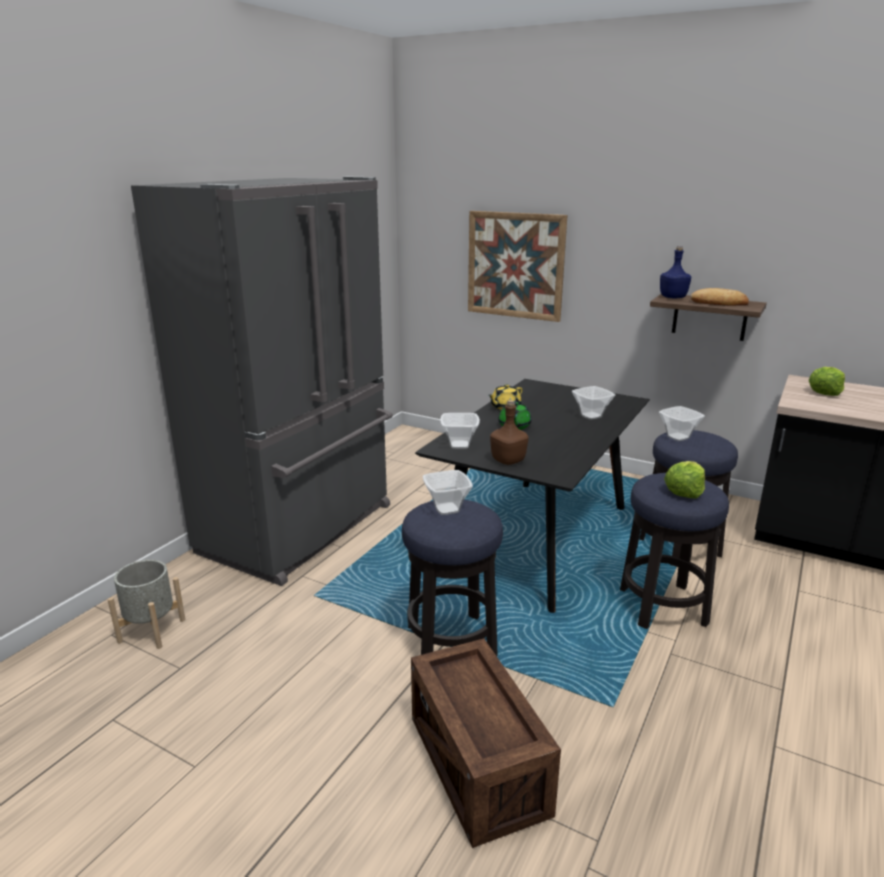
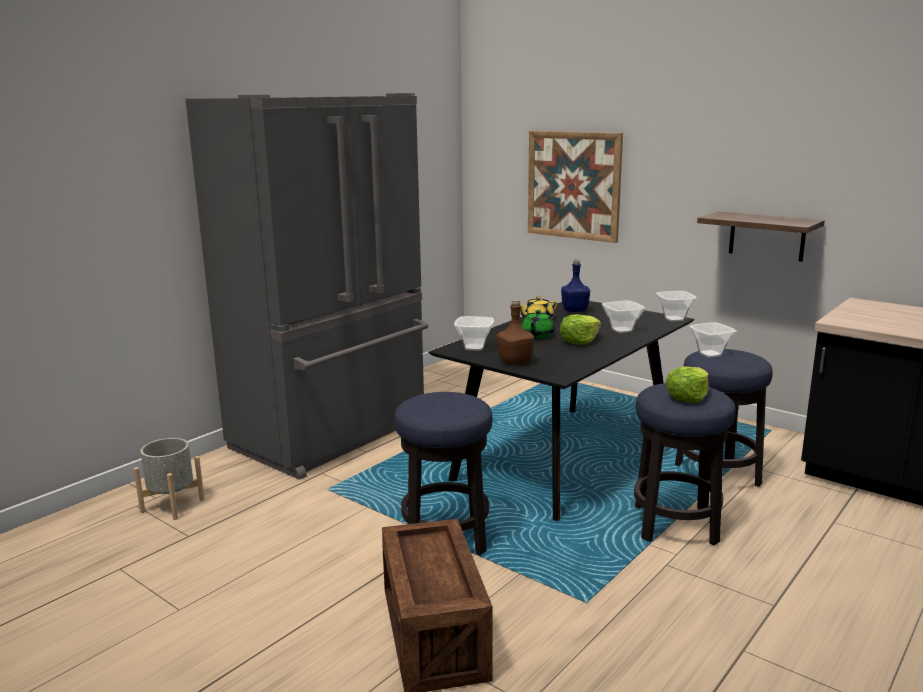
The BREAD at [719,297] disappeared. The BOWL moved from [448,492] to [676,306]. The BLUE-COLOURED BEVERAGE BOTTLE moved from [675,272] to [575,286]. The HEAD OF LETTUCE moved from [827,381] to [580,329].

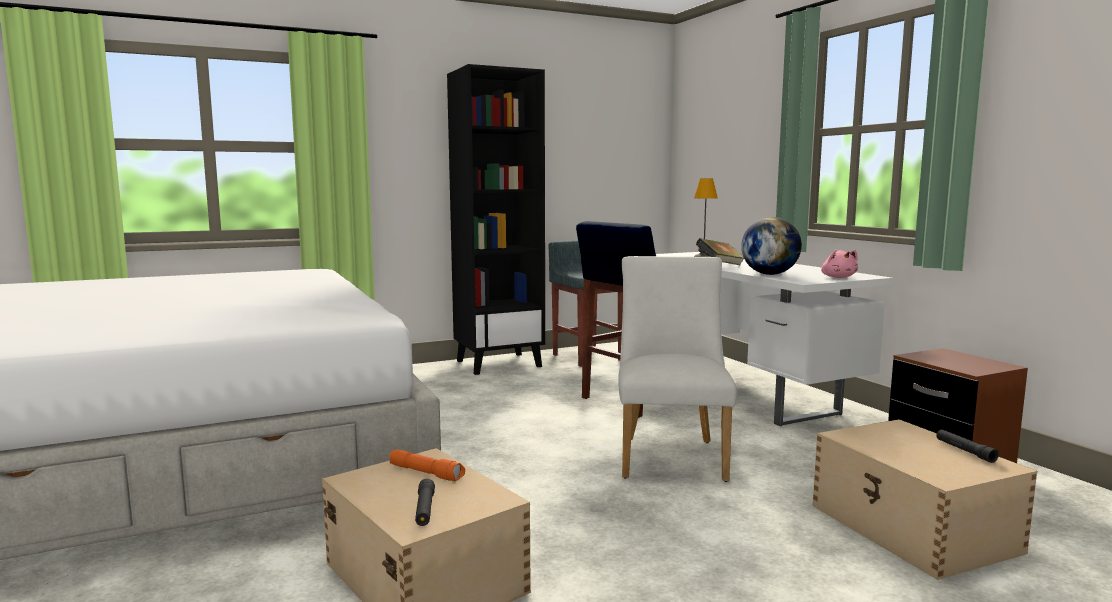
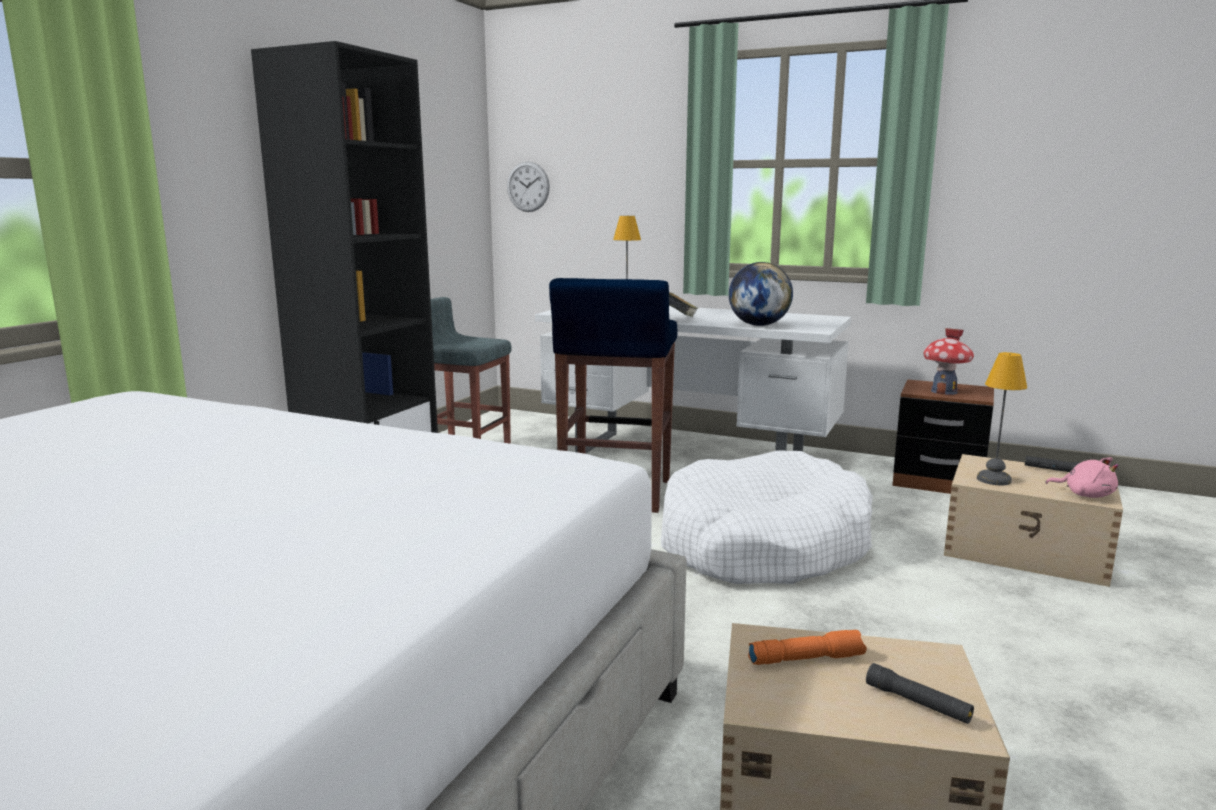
The CLOCK ON THE WALL at [528,186] appeared. The TOY HOUSE at [948,361] appeared. The TABLE LAMP at [1002,418] appeared. The PINK-COLOURED CUDDLY TOY moved from [839,263] to [1082,477]. The WHITE-COLOURED PLAIN CHAIR at [677,369] was replaced by the WHITE-COLOURED PET BED at [767,517].

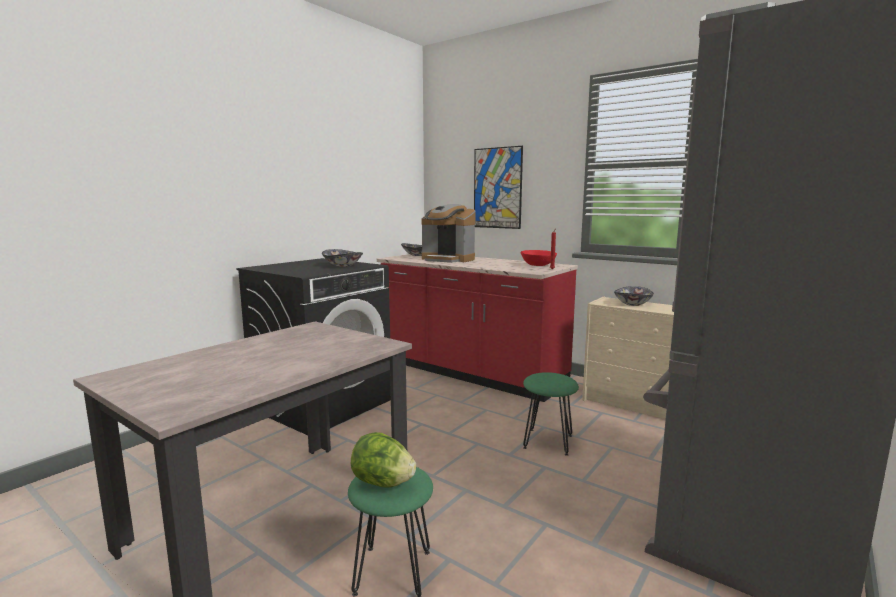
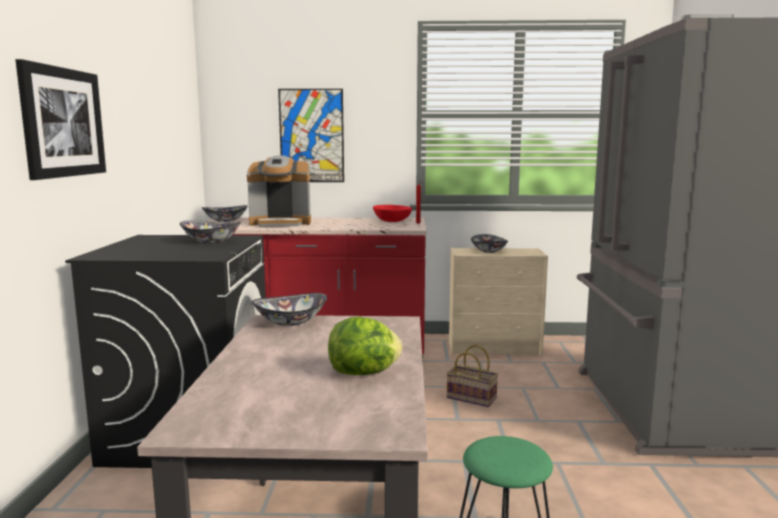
The WALL ART at [61,119] appeared. The BOWL at [289,309] appeared. The HEAD OF LETTUCE moved from [383,460] to [365,346]. The GREENISH SITTING STOOL at [551,414] was replaced by the STORAGE BASKET at [472,376].

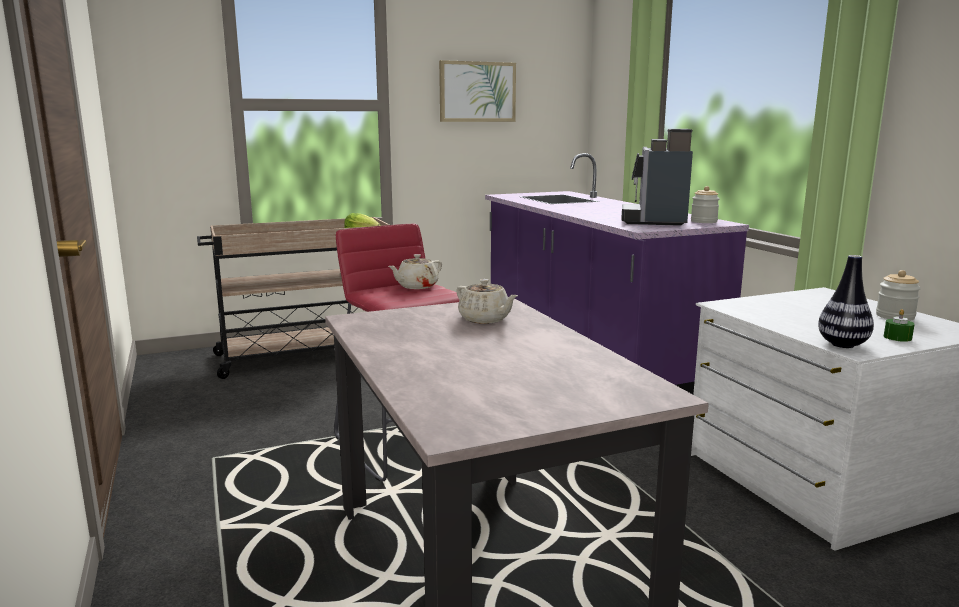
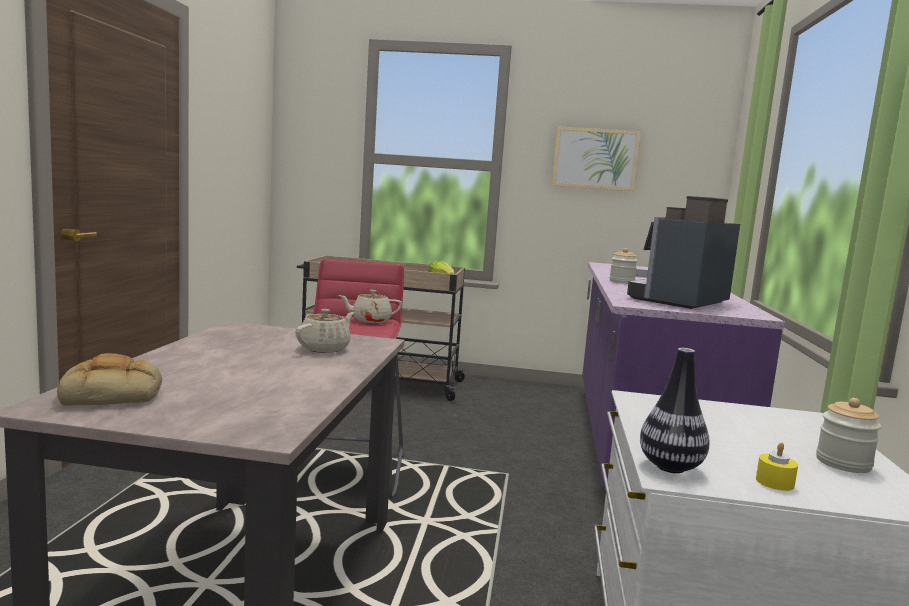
The BREAD at [109,379] appeared. The PRESERVE JAR moved from [705,204] to [623,266]. The GREENISH CANDLE at [899,325] became the YELLOW CANDLE at [777,466]. The BEIGE-COLOURED TEAPOT at [487,301] turned 135 degrees counterclockwise.

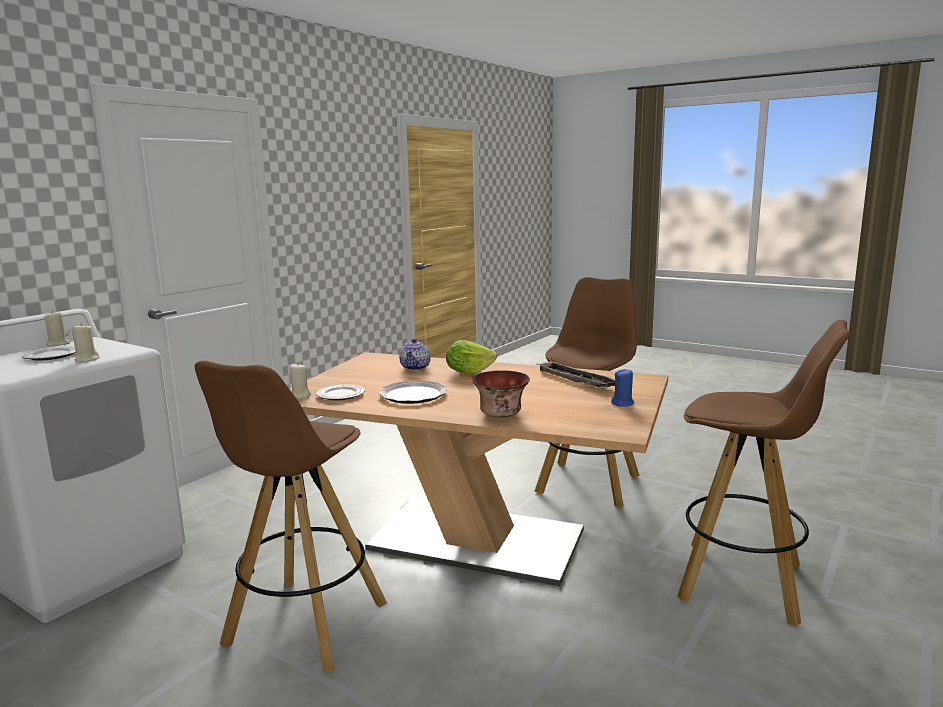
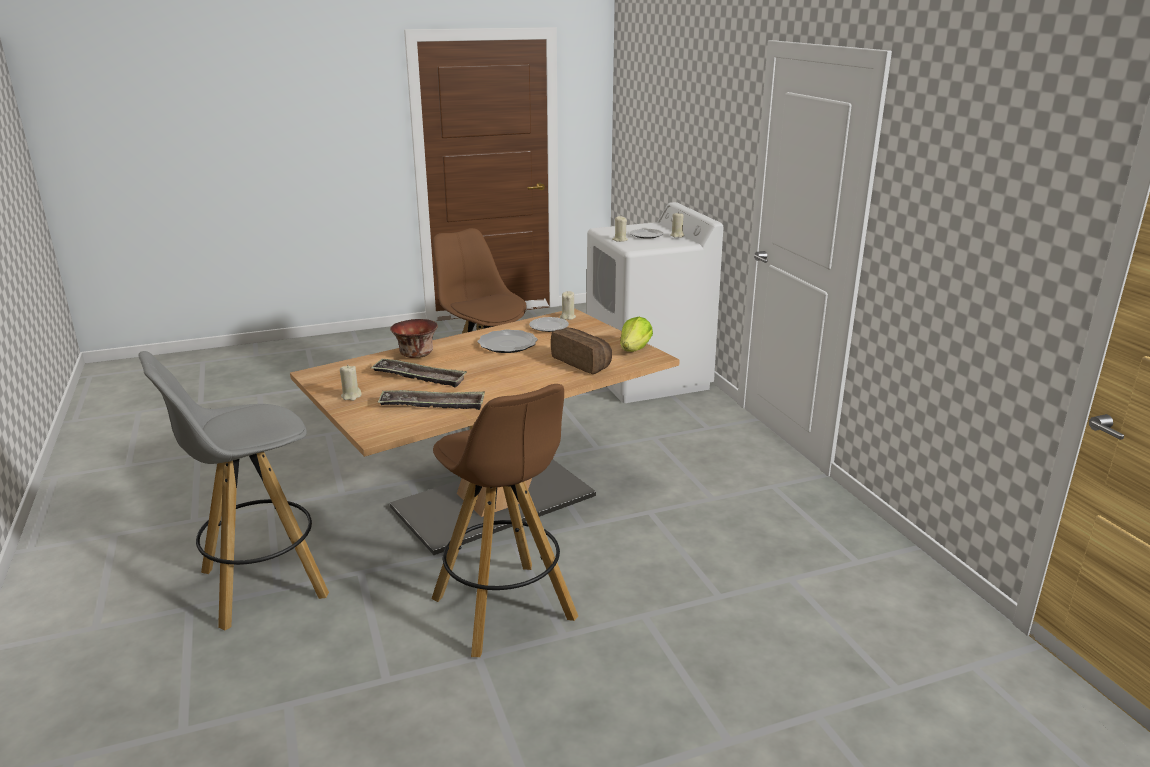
The TRAY at [418,372] appeared. The HEAD OF LETTUCE moved from [471,357] to [636,334]. The TEAPOT at [415,354] was replaced by the BREAD at [581,351]. The BLUE-COLOURED CANDLE at [622,387] became the BEIGE-COLOURED CANDLE at [351,383]. The BROWNISH SITTING STOOL at [764,473] became the GRAY SITTING STOOL at [233,490].

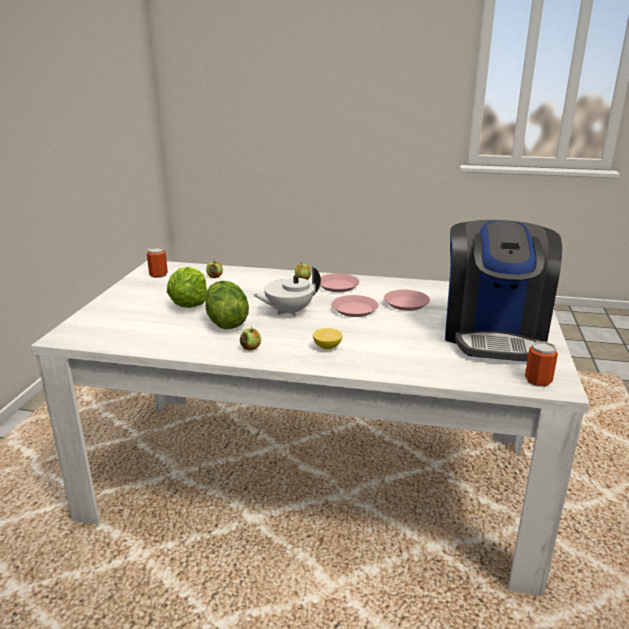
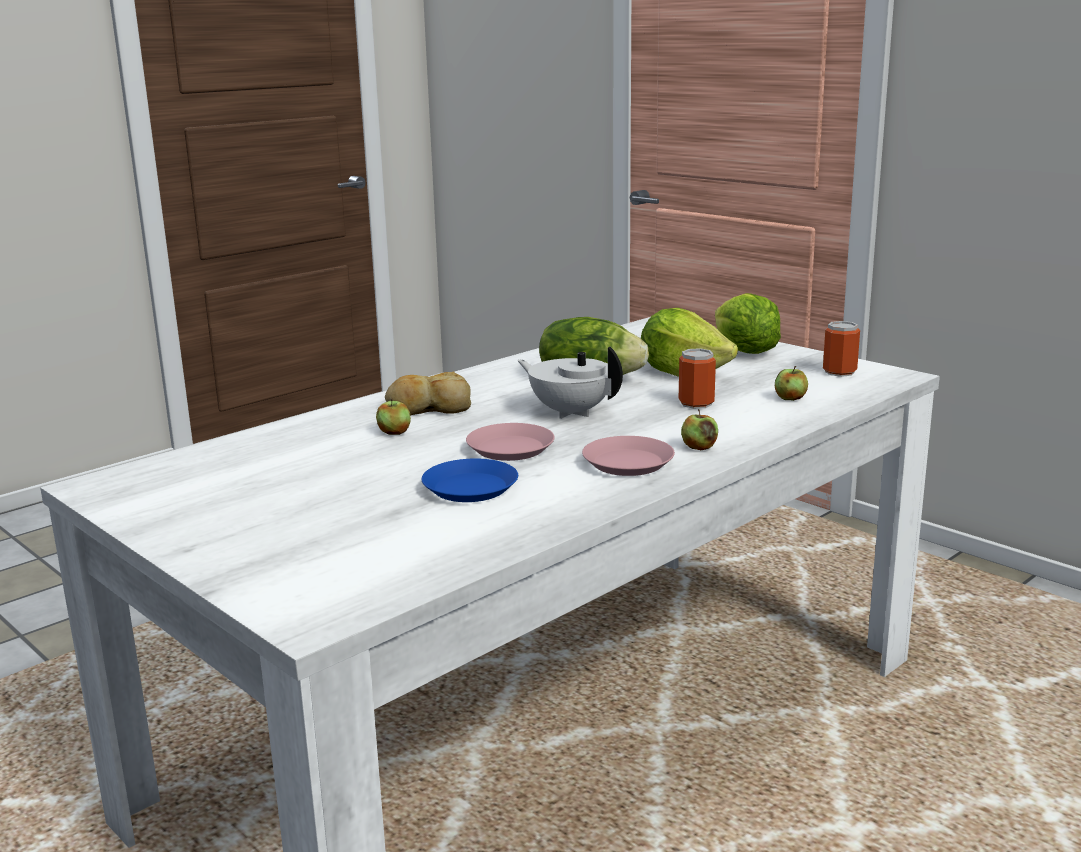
The COFFEE BREWER at [503,290] disappeared. The HEAD OF LETTUCE at [748,323] appeared. The APPLE moved from [250,338] to [393,416]. The SEALED CAN moved from [541,364] to [697,378]. The WHOLE LEMON at [328,338] was replaced by the BREAD at [428,393]. The PINK-COLOURED DINNER PLATE at [407,300] became the BLUE-COLOURED DINNER PLATE at [470,480]. The WHITE-COLOURED TEAPOT at [287,291] turned 60 degrees counterclockwise.

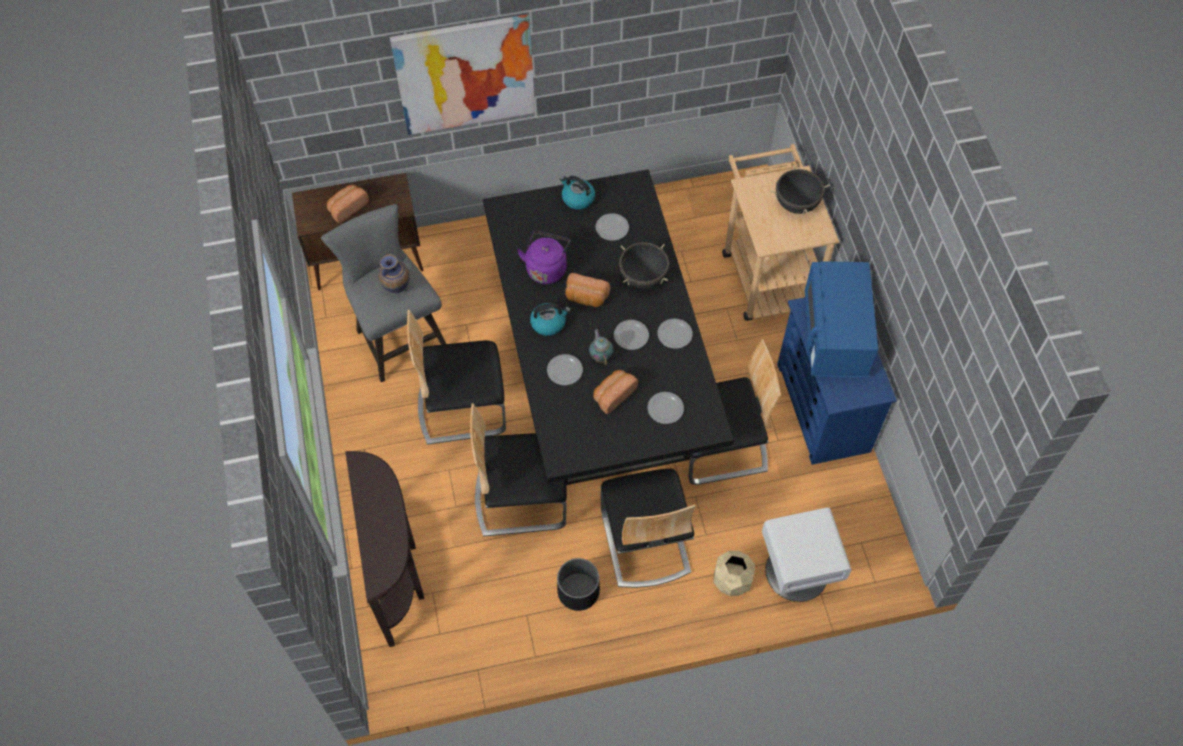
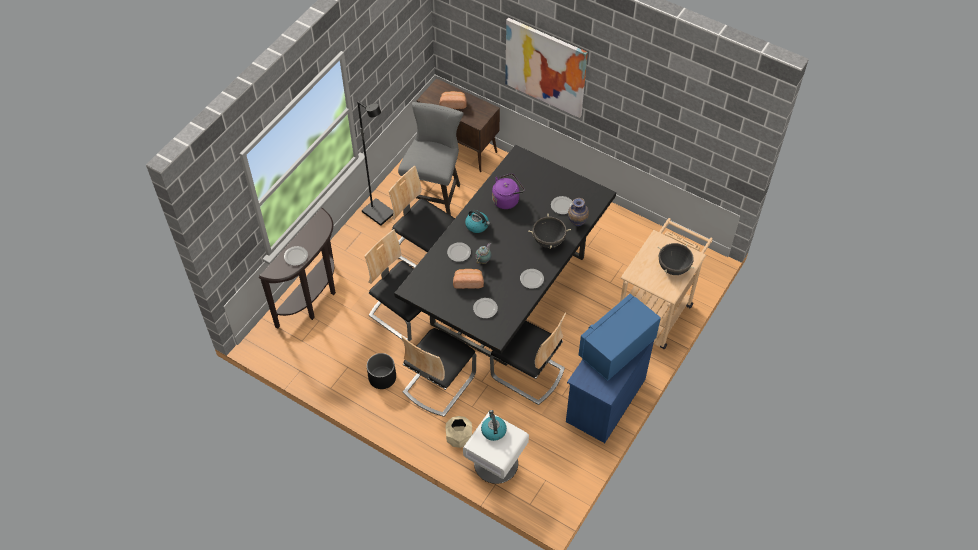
The BREAD at [587,290] disappeared. The BLACKISH STANDING LAMP at [375,163] appeared. The FLOWER VASE moved from [393,273] to [578,212]. The TEA KETTLE moved from [577,193] to [494,425]. The DINNER PLATE moved from [631,335] to [296,256].

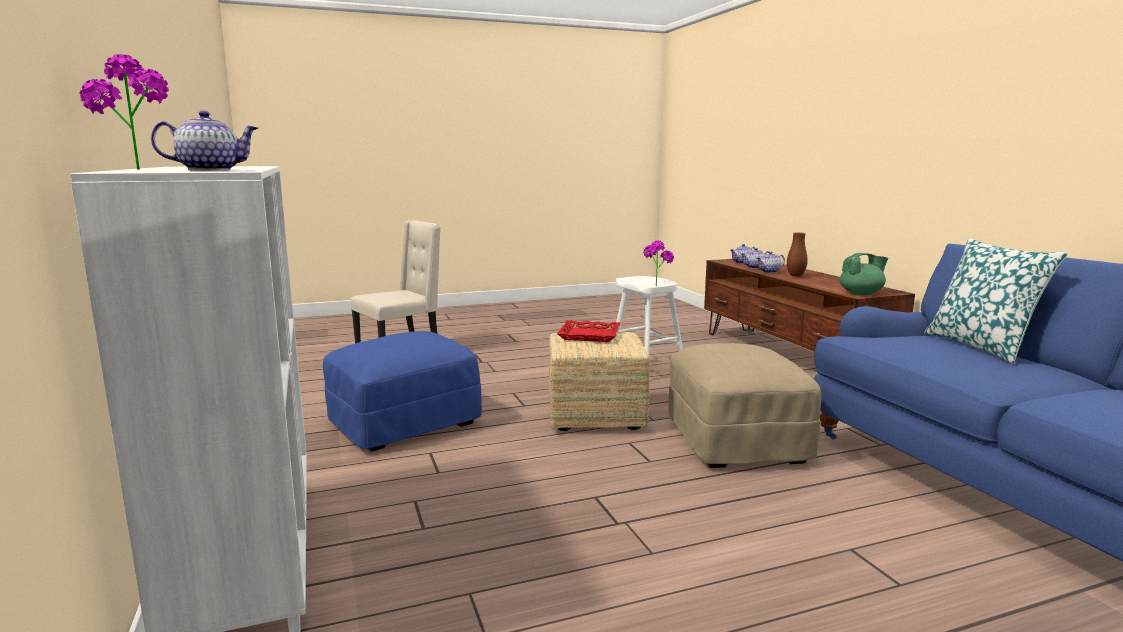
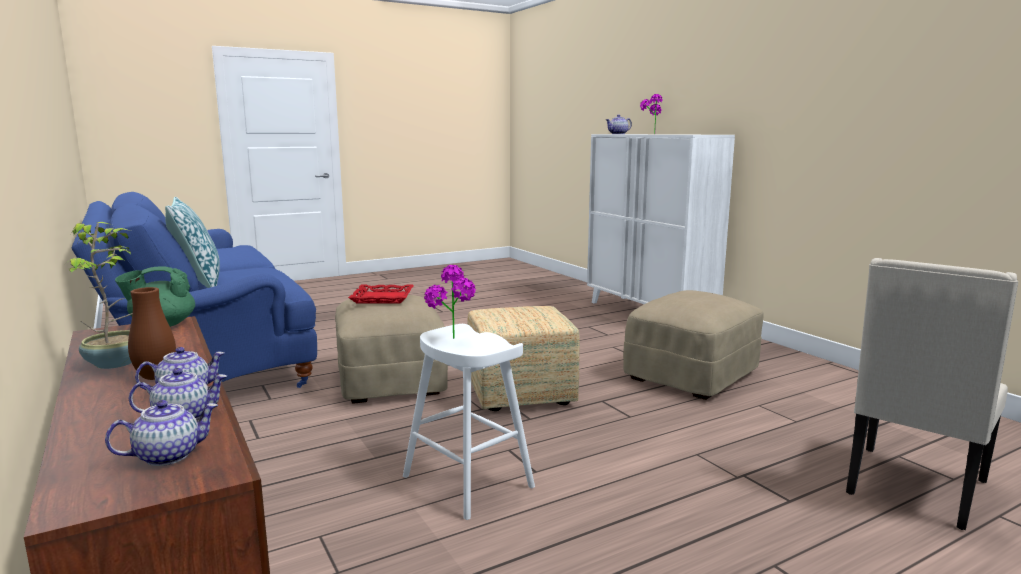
The POTTED PLANT at [101,295] appeared. The REDDISH TRAY moved from [588,331] to [381,294]. The BLUE-COLOURED FOOTREST at [402,391] became the BEIGE-COLOURED FOOTREST at [693,345].

